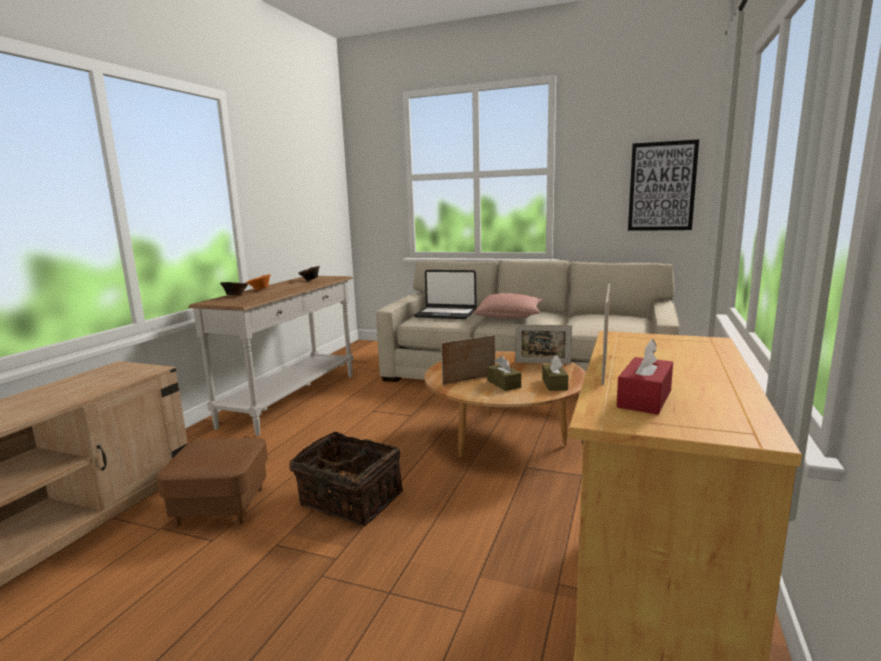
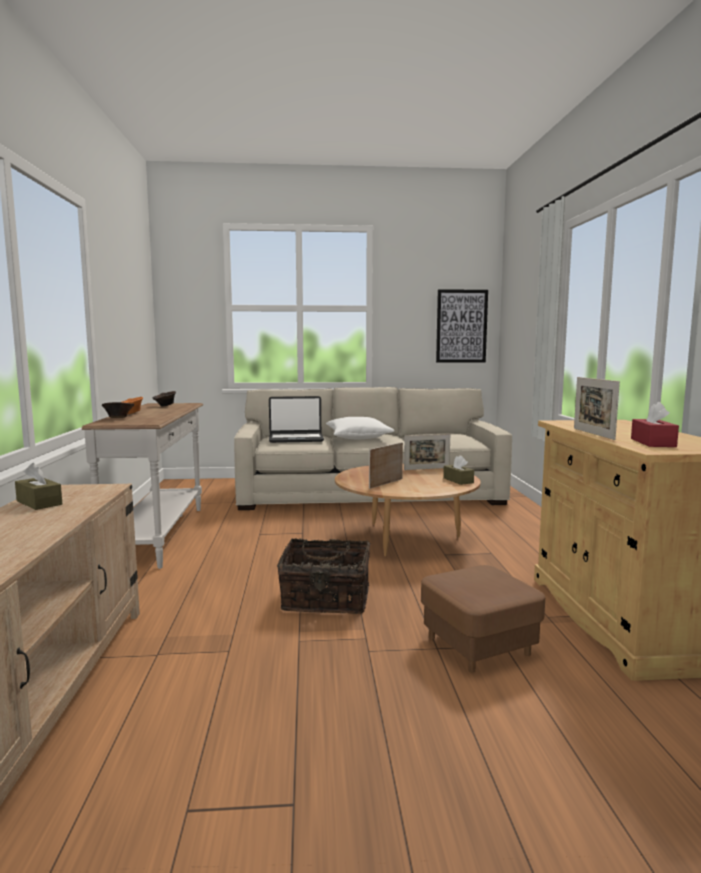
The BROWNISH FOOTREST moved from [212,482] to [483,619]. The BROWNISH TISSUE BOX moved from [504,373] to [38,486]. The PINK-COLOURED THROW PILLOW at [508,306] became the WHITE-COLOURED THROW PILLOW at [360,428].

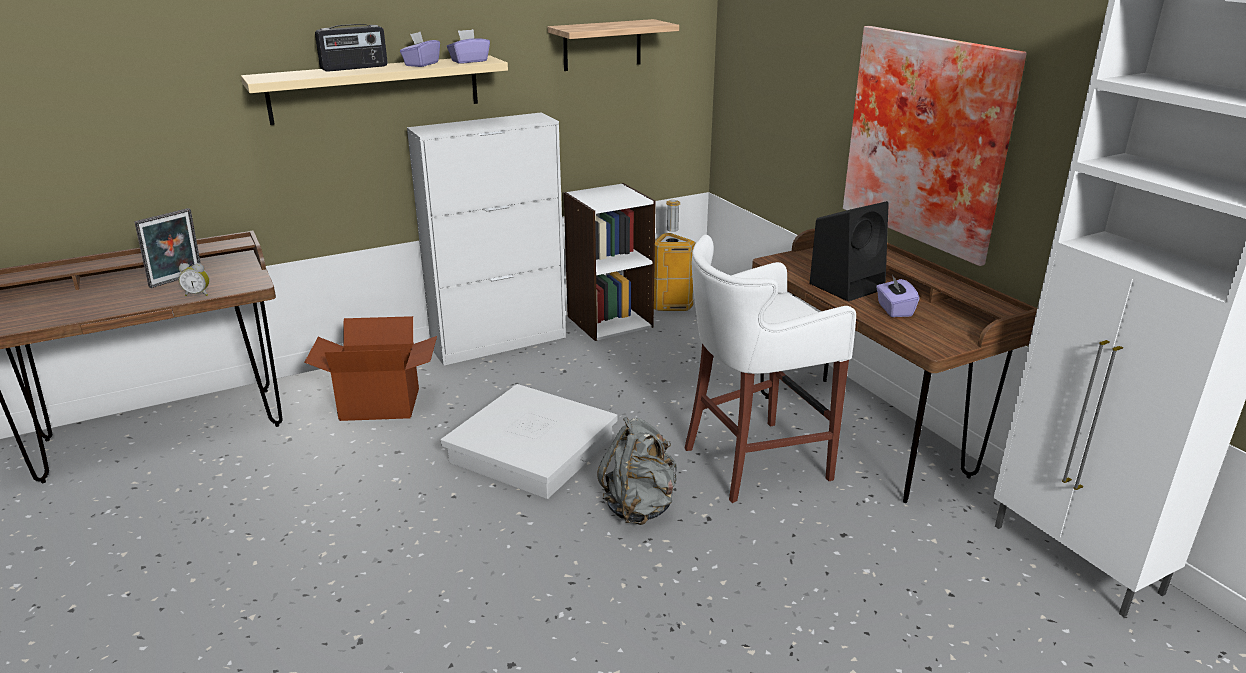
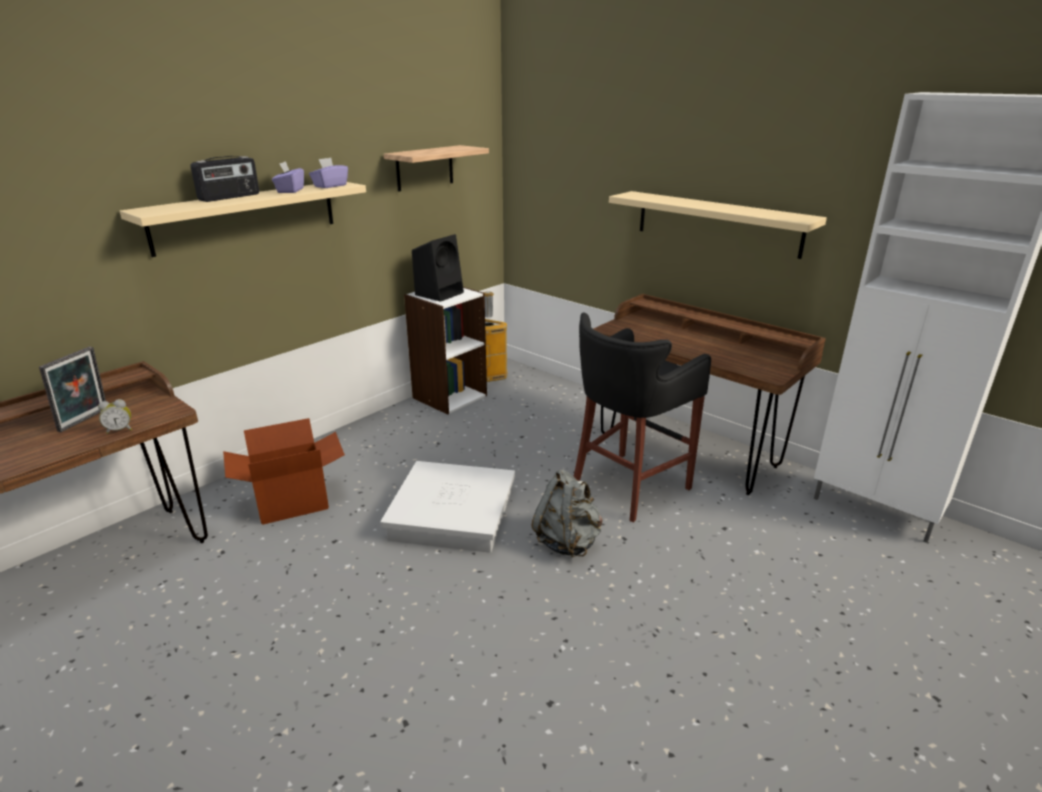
The WHITE-COLOURED STORAGE CABINET at [486,239] disappeared. The PURPLE-COLOURED TISSUE BOX at [897,296] disappeared. The BLACKISH AUDIO SPEAKER moved from [849,251] to [438,268]. The WALL ART at [935,146] was replaced by the BEIGE-COLOURED WALL SHELF at [718,225]. The WHITE-COLOURED SITTING STOOL at [770,369] became the BLACKISH SITTING STOOL at [642,417].

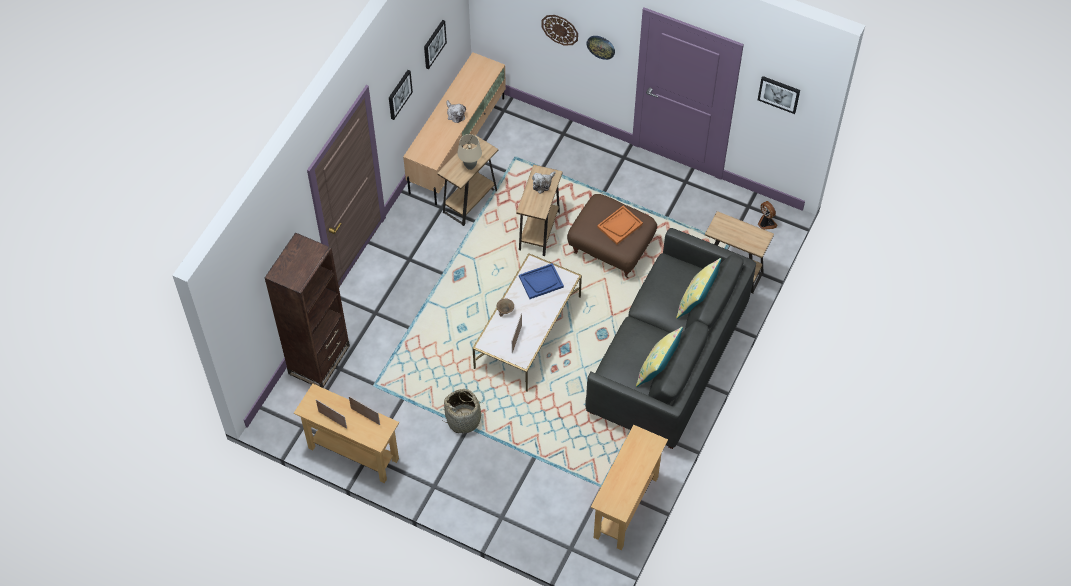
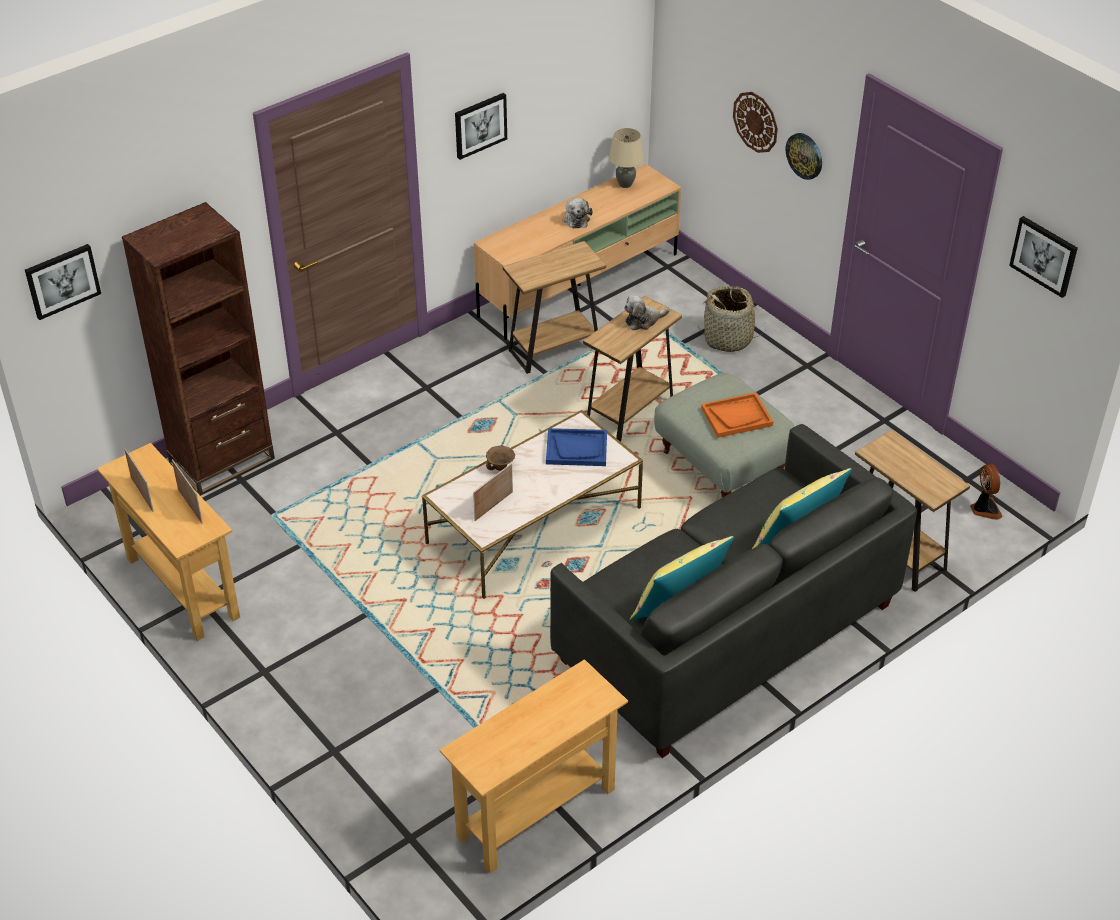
The WALL ART moved from [435,44] to [63,282]. The STORAGE BASKET moved from [465,411] to [731,319]. The BEIGE-COLOURED TABLE LAMP moved from [469,152] to [626,158]. The BROWNISH FOOTREST at [612,236] became the GRAY FOOTREST at [724,435].

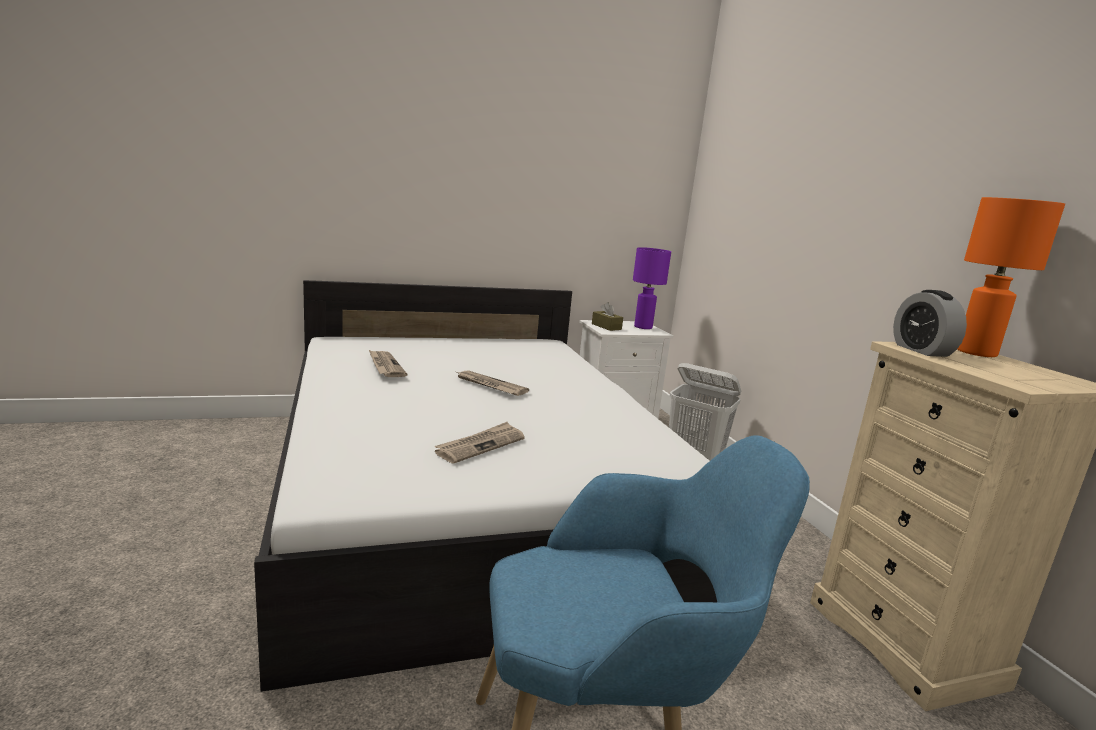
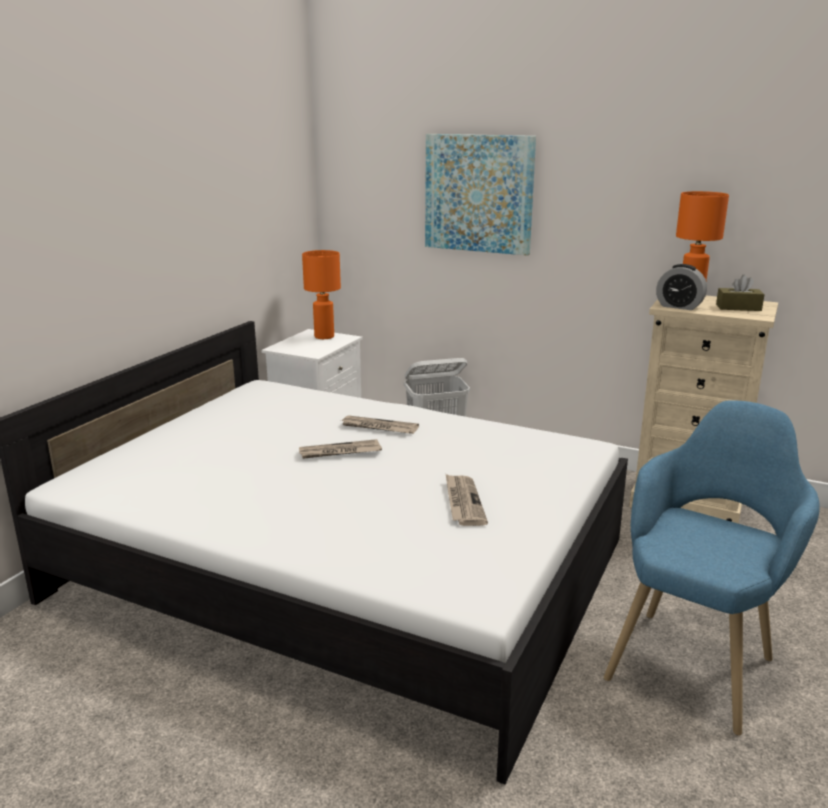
The WALL ART at [480,195] appeared. The PRINTED PAPER moved from [388,363] to [380,424]. The BROWNISH TISSUE BOX moved from [607,316] to [740,293]. The PURPLE-COLOURED TABLE LAMP at [652,288] became the ORANGEY TABLE LAMP at [321,294].

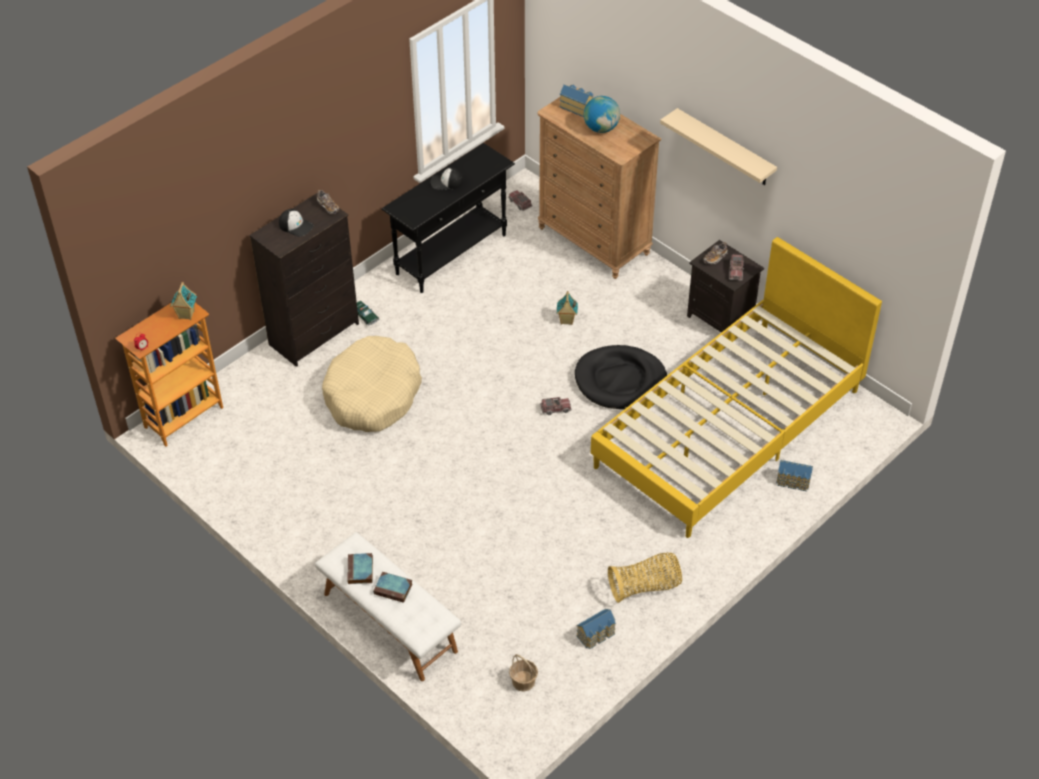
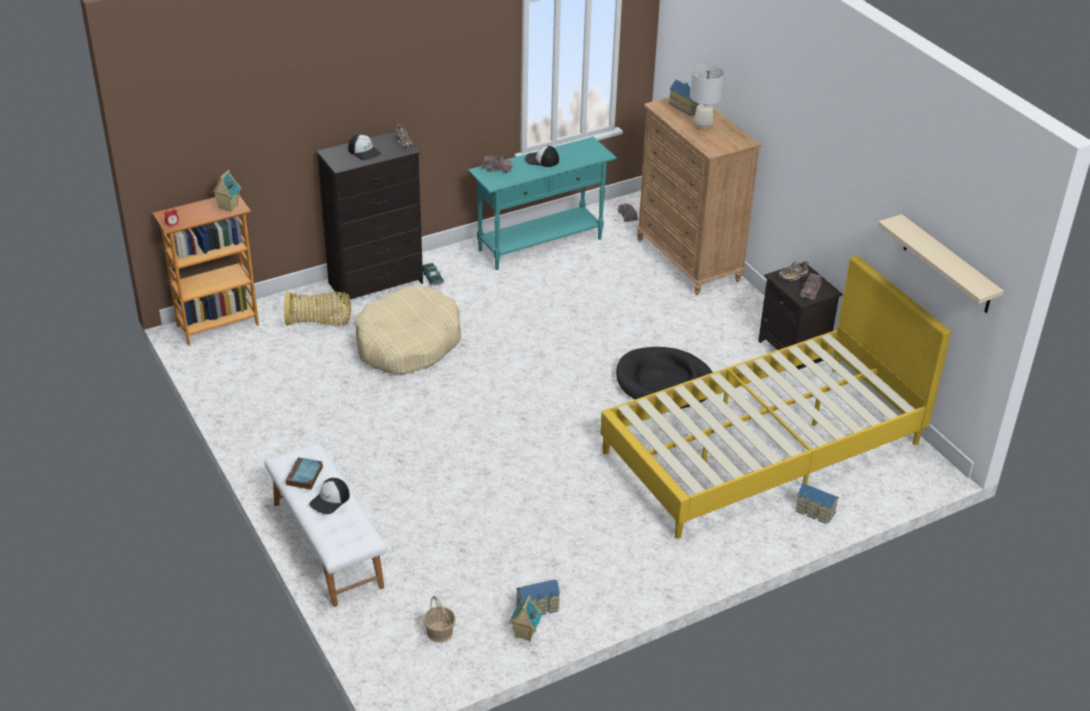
The TOY TRUCK moved from [555,406] to [497,164]. The TOY HOUSE moved from [567,308] to [525,618]. The STORAGE BASKET moved from [645,577] to [317,308]. The BEIGE-COLOURED WALL SHELF moved from [718,146] to [941,263]. The BOOK at [393,587] was replaced by the CAP at [329,496]. The DESK GLOBE at [602,114] was replaced by the WHITE-COLOURED TABLE LAMP at [707,97]. The BLACKISH CONSOLE TABLE at [448,218] became the TURQUOISE CONSOLE TABLE at [542,203].

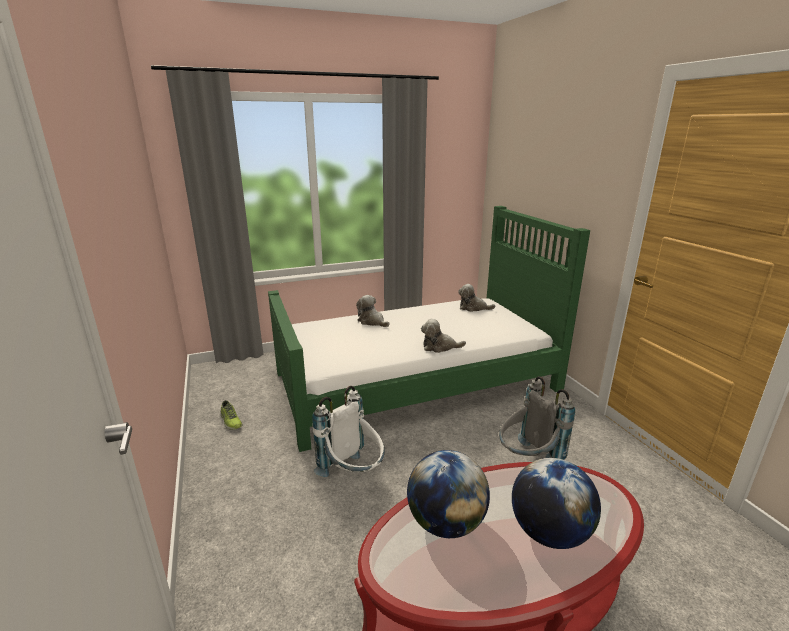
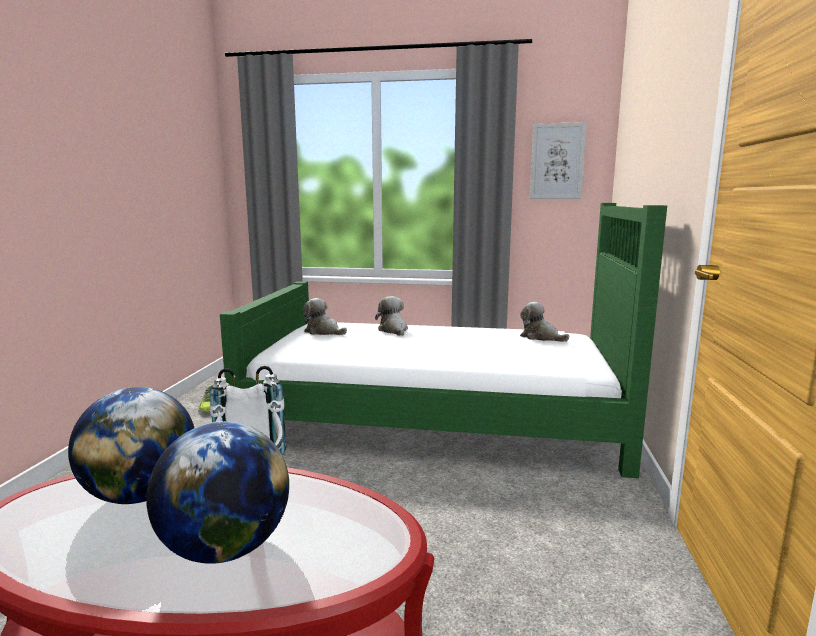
The GRAY BACKPACK at [537,418] disappeared. The WALL ART at [558,160] appeared. The CUDDLY TOY moved from [443,336] to [325,316].

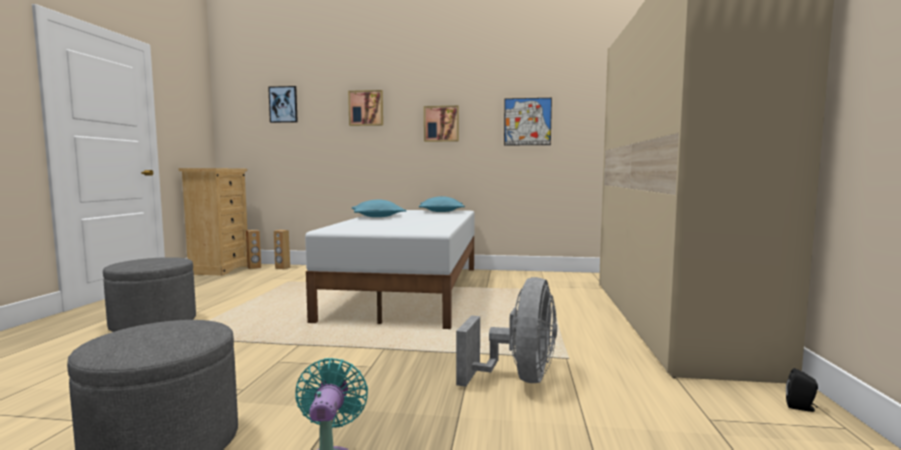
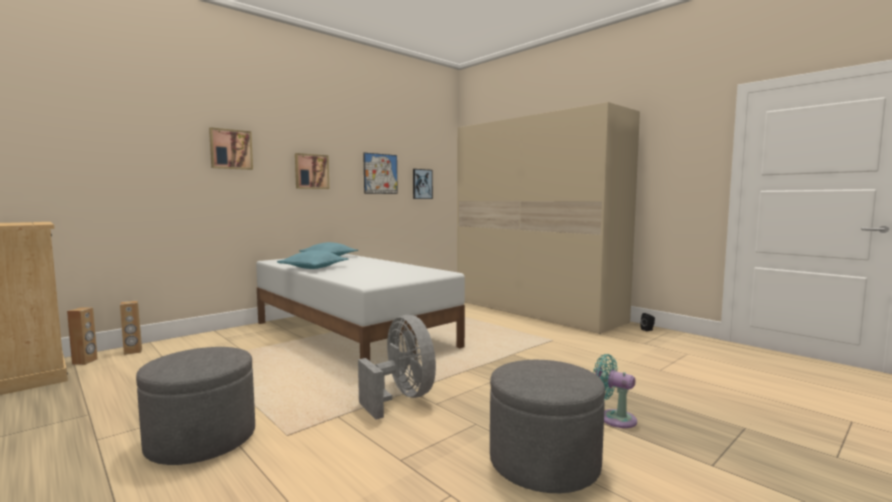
The WALL ART moved from [283,104] to [423,184]. The GRAY ELECTRIC FAN moved from [506,332] to [397,367].

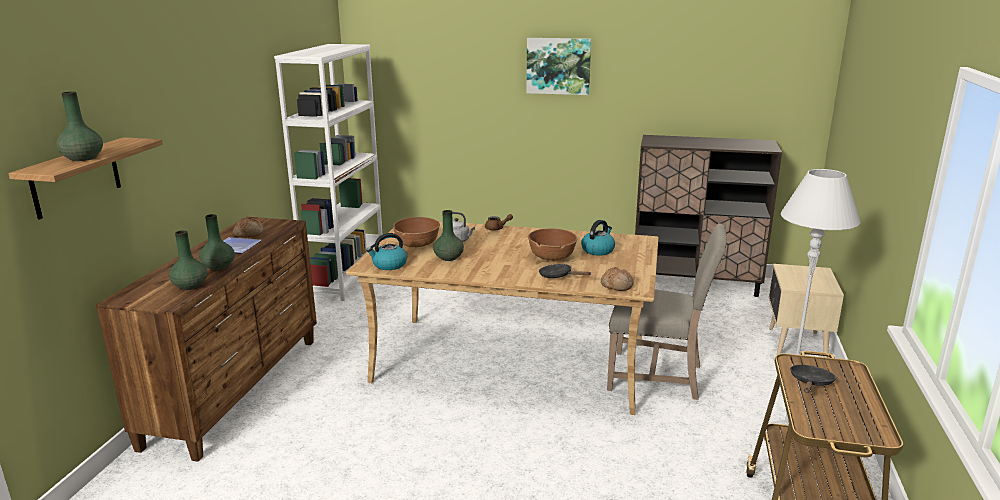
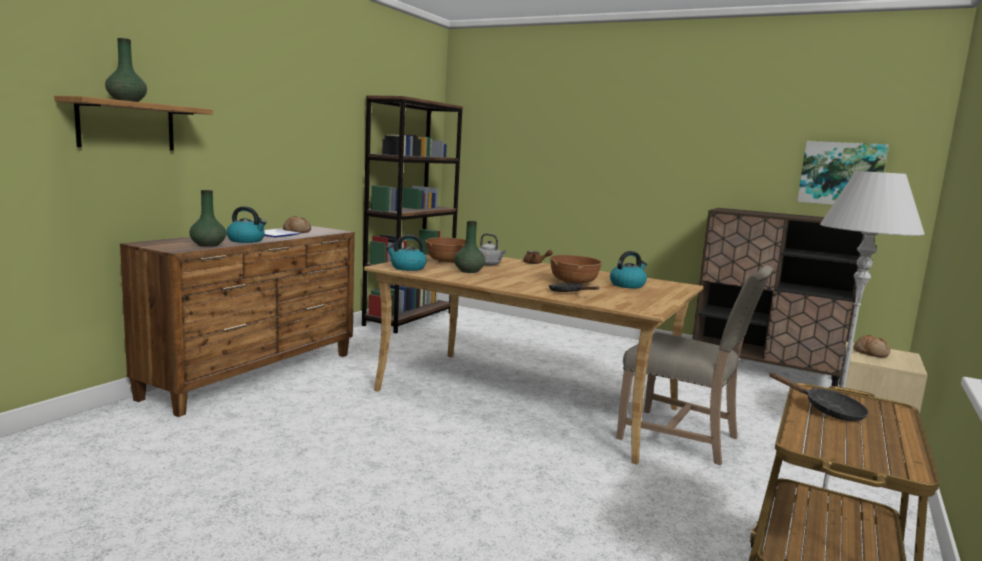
The WALL ART moved from [559,66] to [843,173]. The BREAD moved from [617,279] to [871,346]. The GREENISH FLOWER VASE at [217,242] was replaced by the TEA KETTLE at [246,224]. The WHITE-COLOURED BOOKSHELF at [328,172] became the BROWNISH BOOKSHELF at [412,214]. The BLACKISH FRYING PAN at [813,379] turned 90 degrees clockwise.

